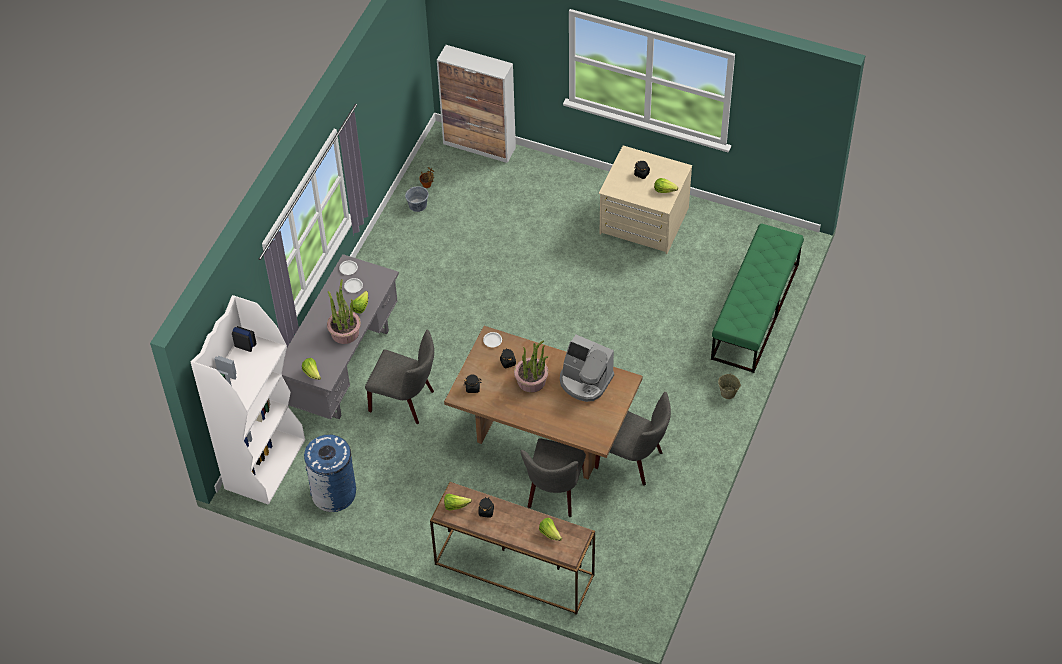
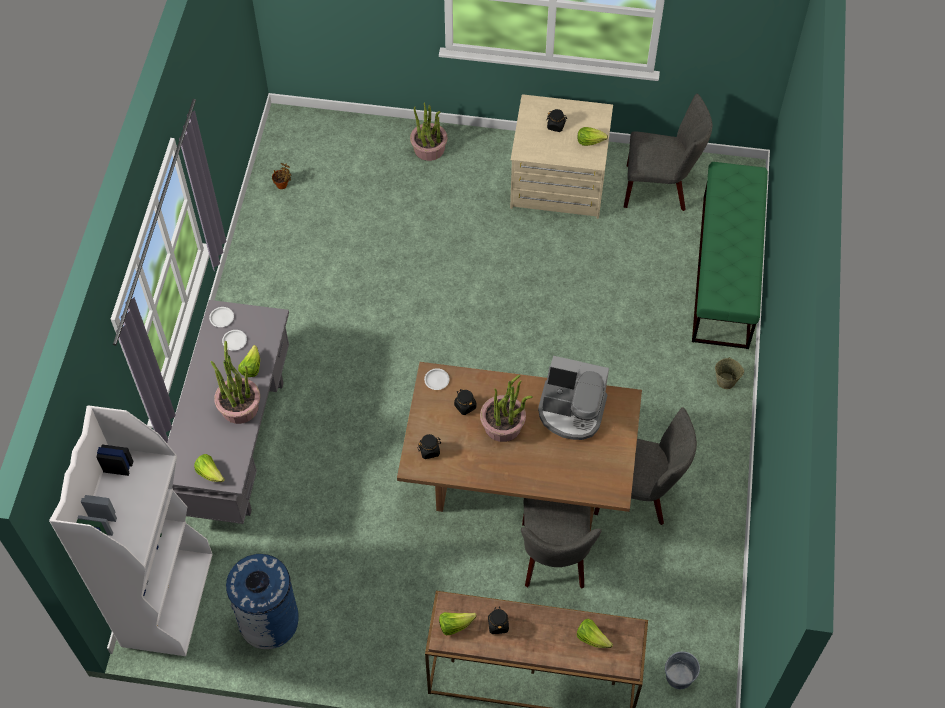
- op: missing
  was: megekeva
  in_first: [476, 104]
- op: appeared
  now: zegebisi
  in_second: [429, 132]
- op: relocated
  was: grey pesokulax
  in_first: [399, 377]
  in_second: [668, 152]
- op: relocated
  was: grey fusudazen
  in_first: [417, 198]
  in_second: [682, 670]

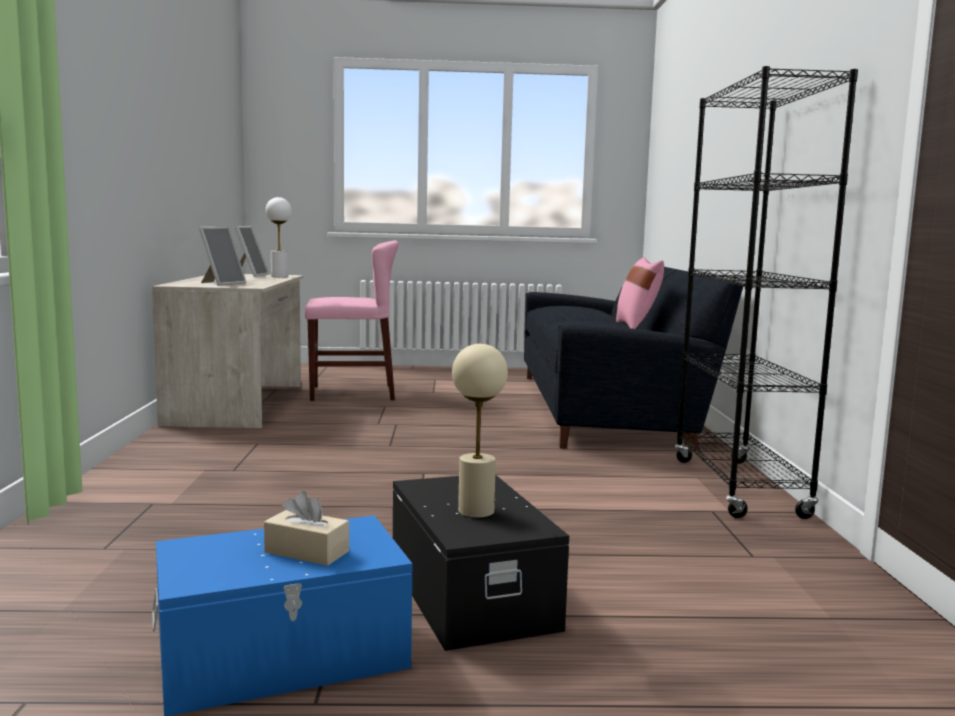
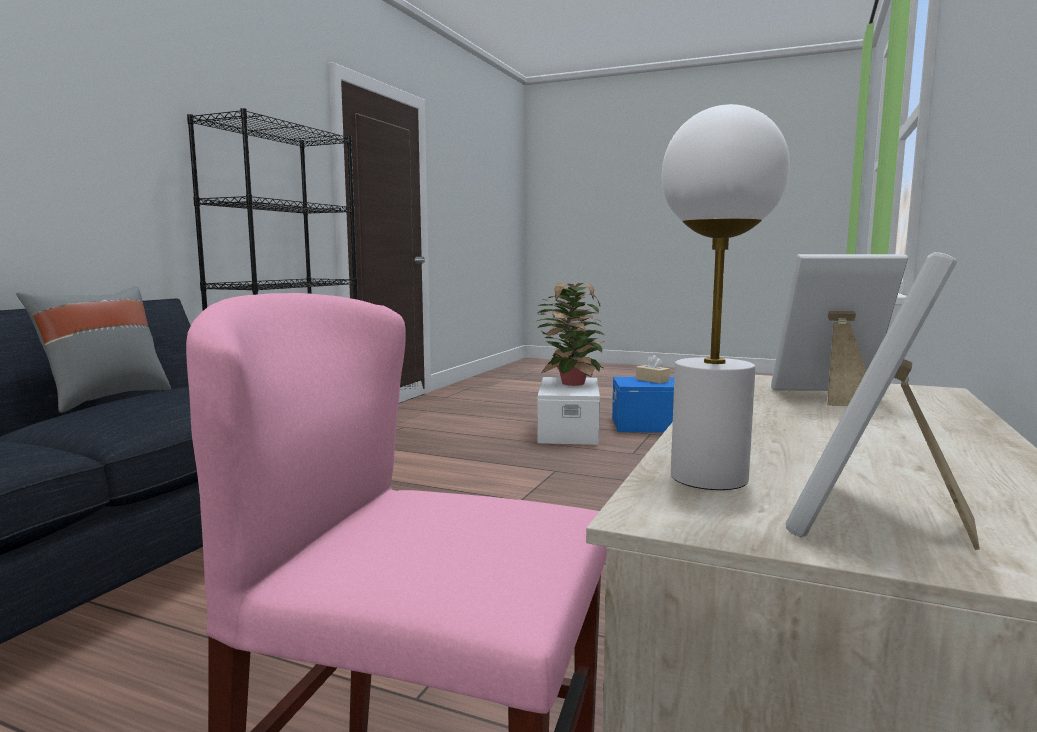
- op: exchanged
  was: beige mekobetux
  now: zegebisi
  in_first: [480, 431]
  in_second: [571, 334]
- op: colour
  was: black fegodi
  now: white fegodi
  in_first: [481, 563]
  in_second: [568, 411]
- op: colour
  was: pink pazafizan
  now: grey pazafizan
  in_first: [640, 293]
  in_second: [93, 349]
- op: spun
  was: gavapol
  in_first: [222, 256]
  in_second: [839, 330]
  clockwise: 45

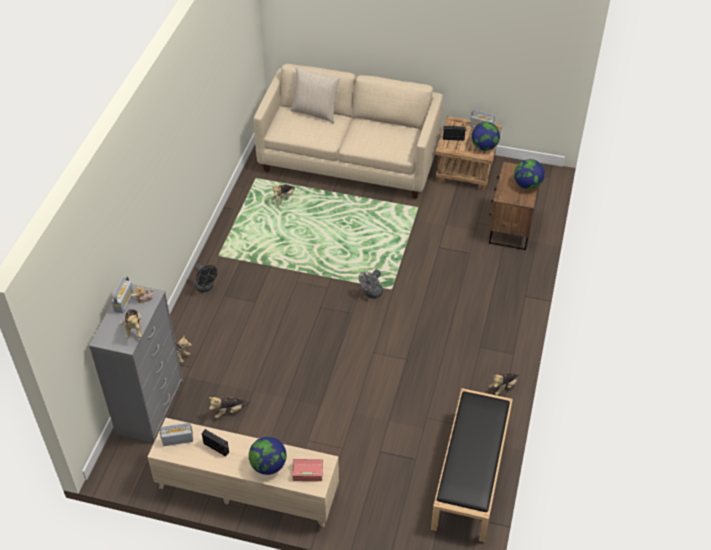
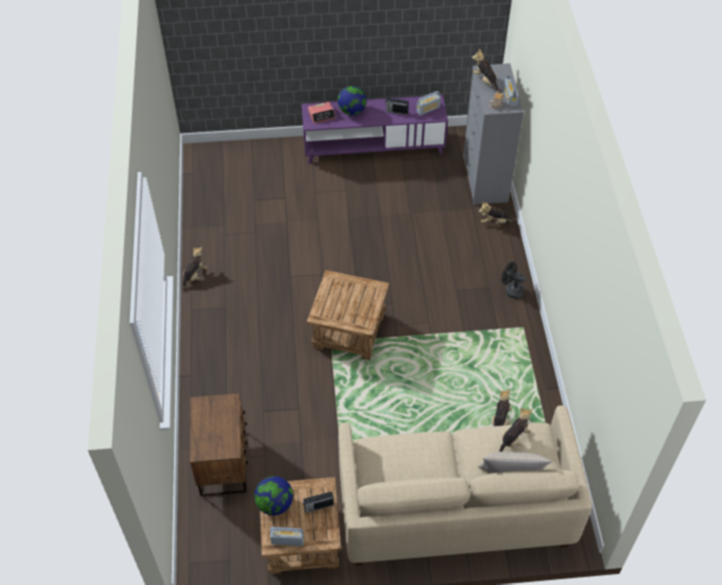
- op: missing
  was: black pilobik
  in_first: [472, 465]
- op: missing
  was: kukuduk
  in_first: [529, 174]
- op: relocated
  was: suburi
  in_first: [229, 407]
  in_second: [515, 430]
- op: exchanged
  was: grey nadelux
  now: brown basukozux
  in_first: [371, 284]
  in_second: [348, 315]
- op: colour
  was: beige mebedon
  now: purple mebedon
  in_first: [243, 472]
  in_second: [375, 129]

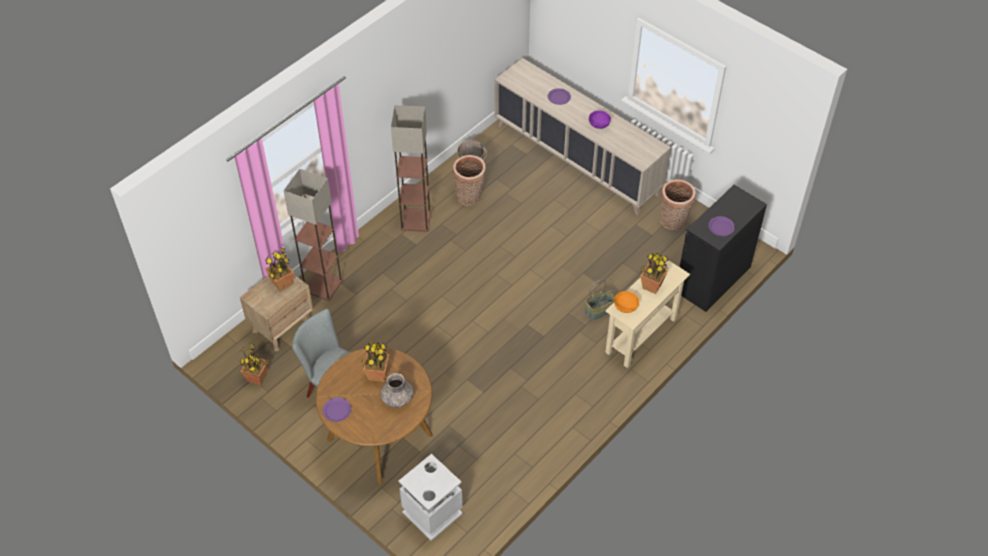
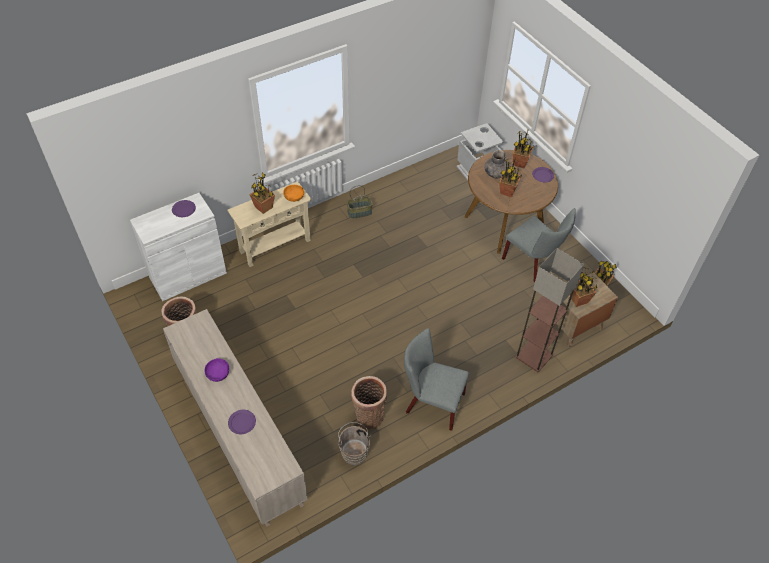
- op: appeared
  now: zegebisi
  in_second: [523, 149]
- op: relocated
  was: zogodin
  in_first: [600, 299]
  in_second: [360, 202]
- op: exchanged
  was: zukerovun
  now: grey pesokulax
  in_first: [411, 168]
  in_second: [436, 379]
- op: colour
  was: black megekeva
  now: white megekeva
  in_first: [723, 248]
  in_second: [178, 247]

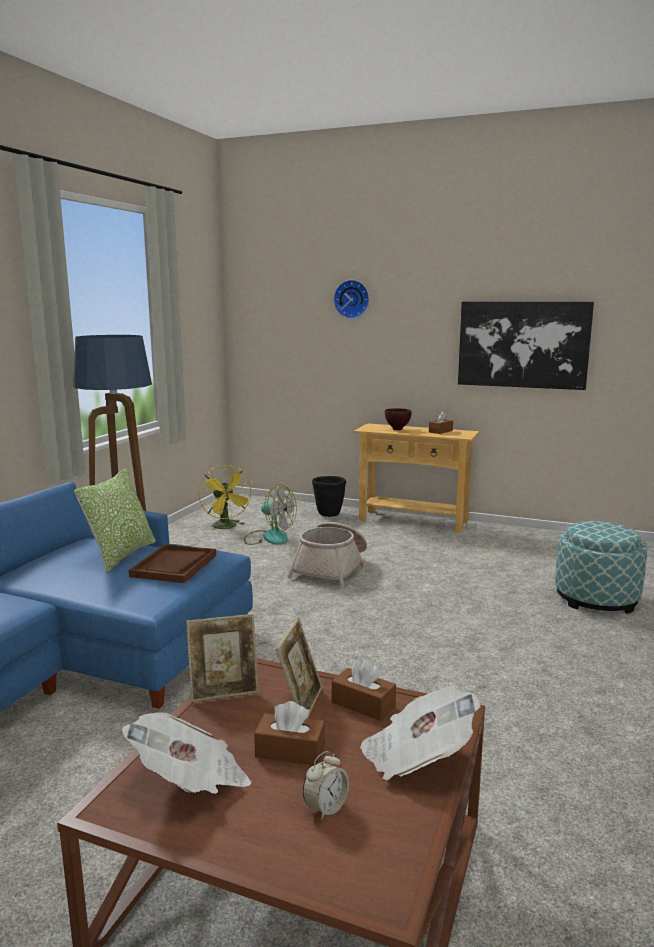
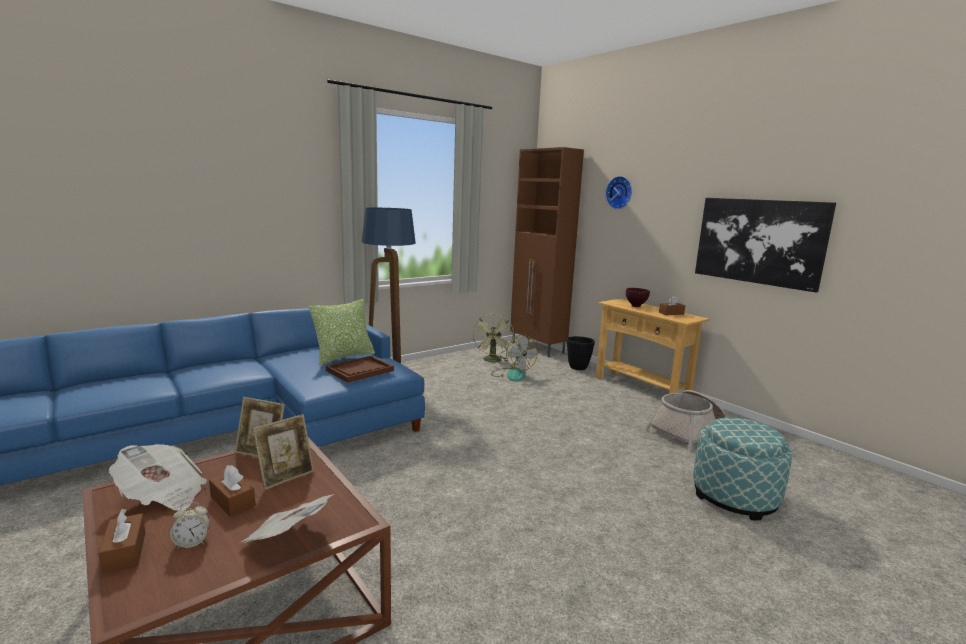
- op: appeared
  now: brown megekeva
  in_second: [547, 252]
- op: relocated
  was: zogodin
  in_first: [327, 554]
  in_second: [686, 420]
- op: relocated
  was: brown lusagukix
  in_first: [364, 690]
  in_second: [122, 541]
- op: colour
  was: yellow nadelux
  now: green nadelux
  in_first: [225, 498]
  in_second: [493, 337]

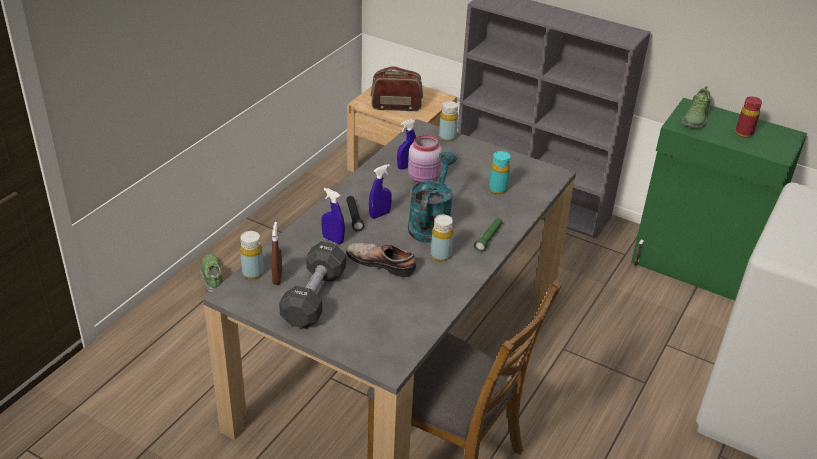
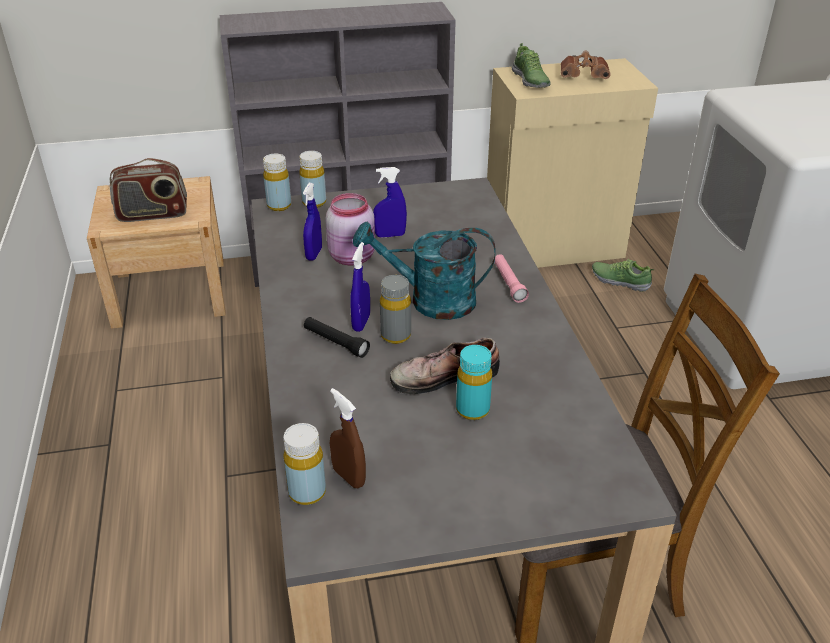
- op: missing
  was: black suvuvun
  in_first: [312, 285]
- op: appeared
  now: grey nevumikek
  in_second: [395, 309]
- op: relocated
  was: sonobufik
  in_first: [211, 273]
  in_second: [623, 275]
- op: relocated
  was: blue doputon
  in_first: [333, 216]
  in_second: [390, 202]
- op: relocated
  was: yellow nevumikek
  in_first: [442, 238]
  in_second: [277, 182]
- op: relocated
  was: turquoise nevumikek
  in_first: [500, 172]
  in_second: [474, 382]
- op: exchanged
  was: red nevumikek
  now: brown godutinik
  in_first: [748, 117]
  in_second: [585, 65]
- op: colour
  was: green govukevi
  now: pink govukevi
  in_first: [488, 235]
  in_second: [511, 278]
- op: colour
  was: green megekeva
  now: beige megekeva
  in_first: [719, 199]
  in_second: [572, 163]
- op: spun
  was: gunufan
  in_first: [397, 88]
  in_second: [148, 190]
  clockwise: -150
- op: spun
  was: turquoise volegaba
  in_first: [432, 197]
  in_second: [424, 270]
  clockwise: -60

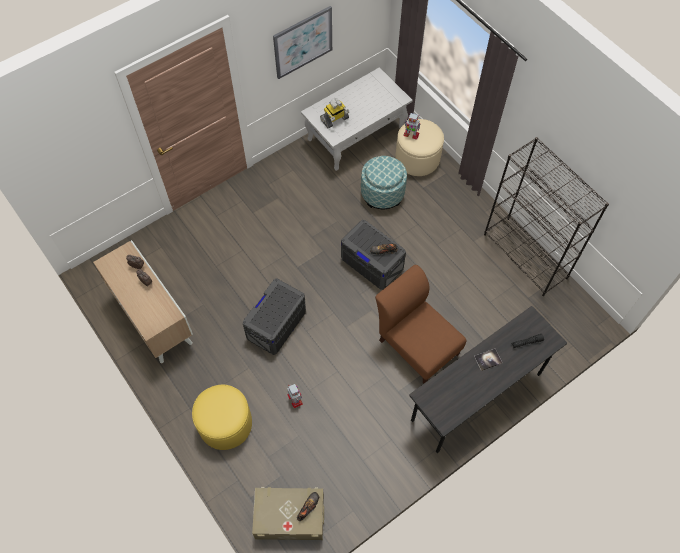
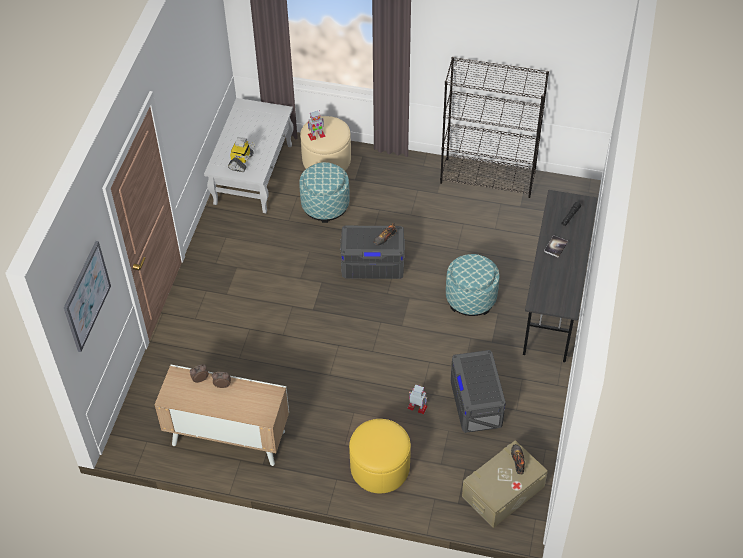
- op: relocated
  was: grey fegodi
  in_first: [274, 316]
  in_second: [478, 391]
- op: relocated
  was: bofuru
  in_first: [302, 42]
  in_second: [87, 296]
- op: exchanged
  was: brown pesokulax
  now: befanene
  in_first: [421, 324]
  in_second: [472, 285]

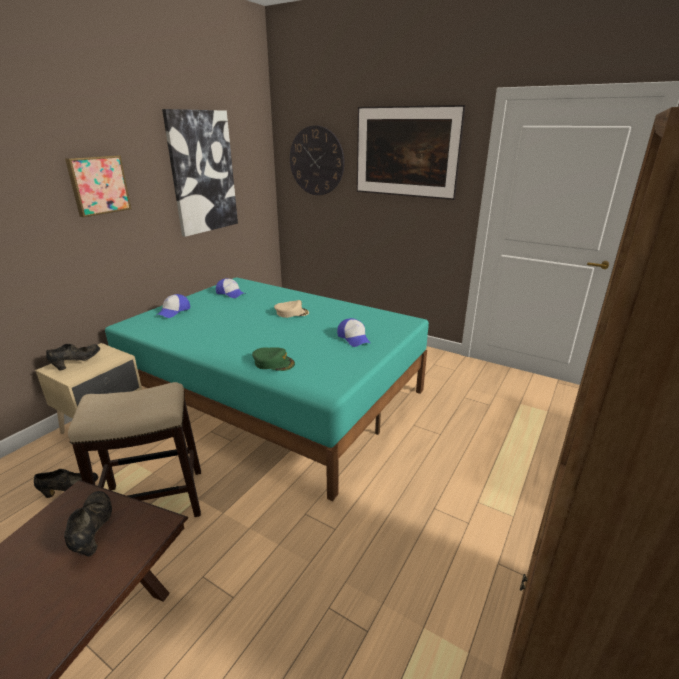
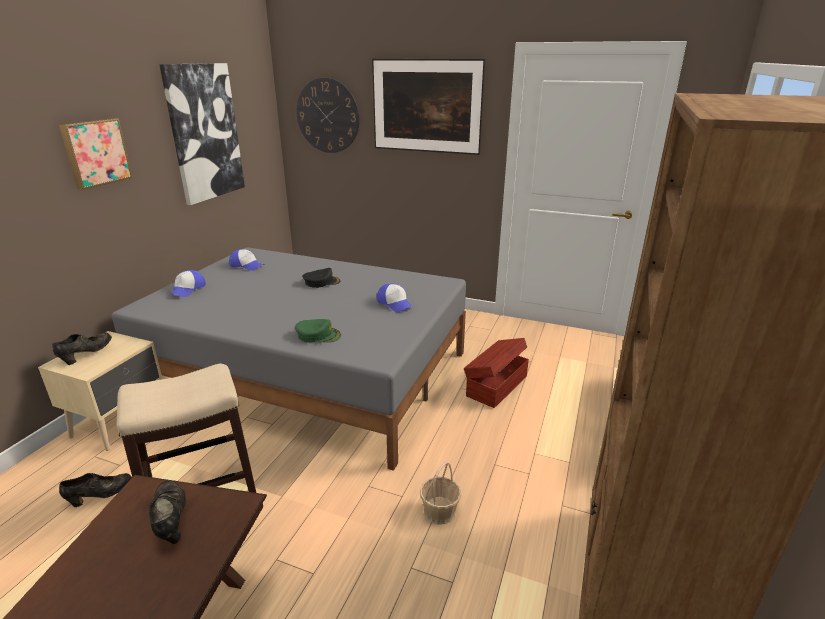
- op: appeared
  now: zogodin
  in_second: [440, 492]
- op: appeared
  now: brown fegodi
  in_second: [496, 373]
- op: colour
  was: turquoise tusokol
  now: grey tusokol
  in_first: [267, 389]
  in_second: [289, 359]
- op: colour
  was: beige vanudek
  now: black vanudek
  in_first: [291, 309]
  in_second: [321, 278]

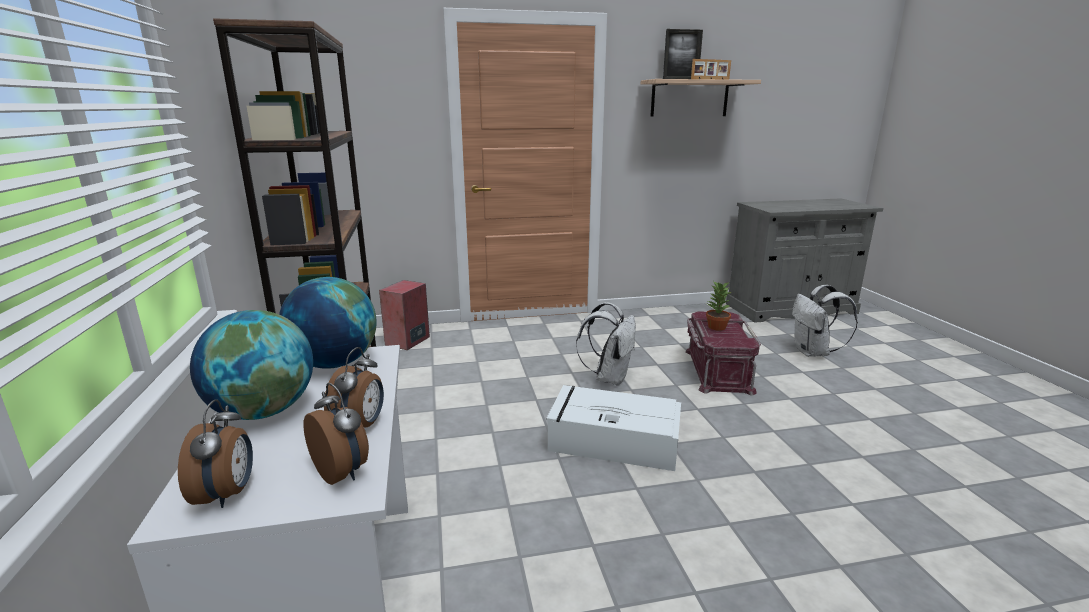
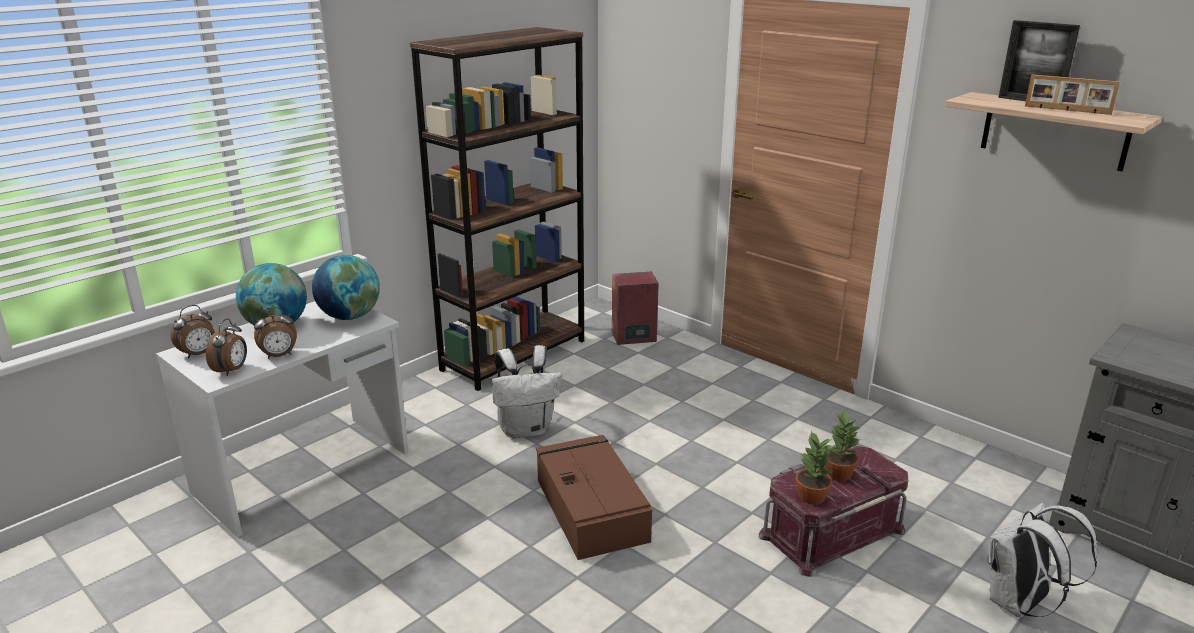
- op: appeared
  now: zegebisi
  in_second: [814, 468]
- op: relocated
  was: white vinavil
  in_first: [606, 344]
  in_second: [527, 392]
- op: colour
  was: white fegodi
  now: brown fegodi
  in_first: [614, 428]
  in_second: [594, 497]

